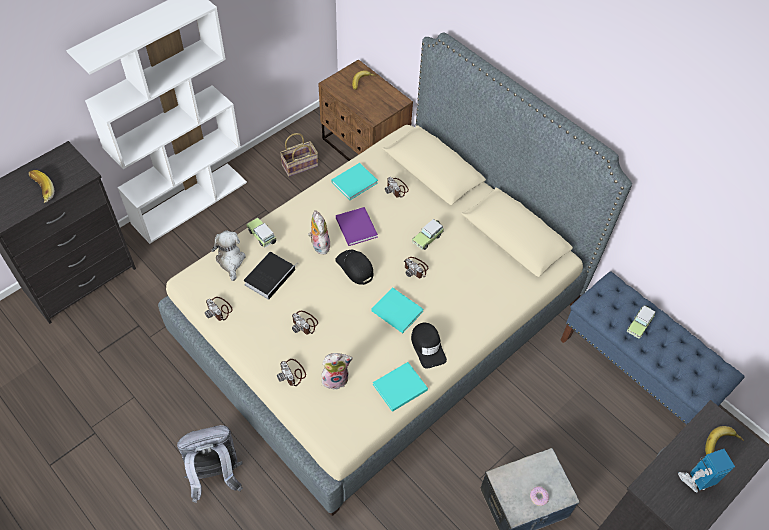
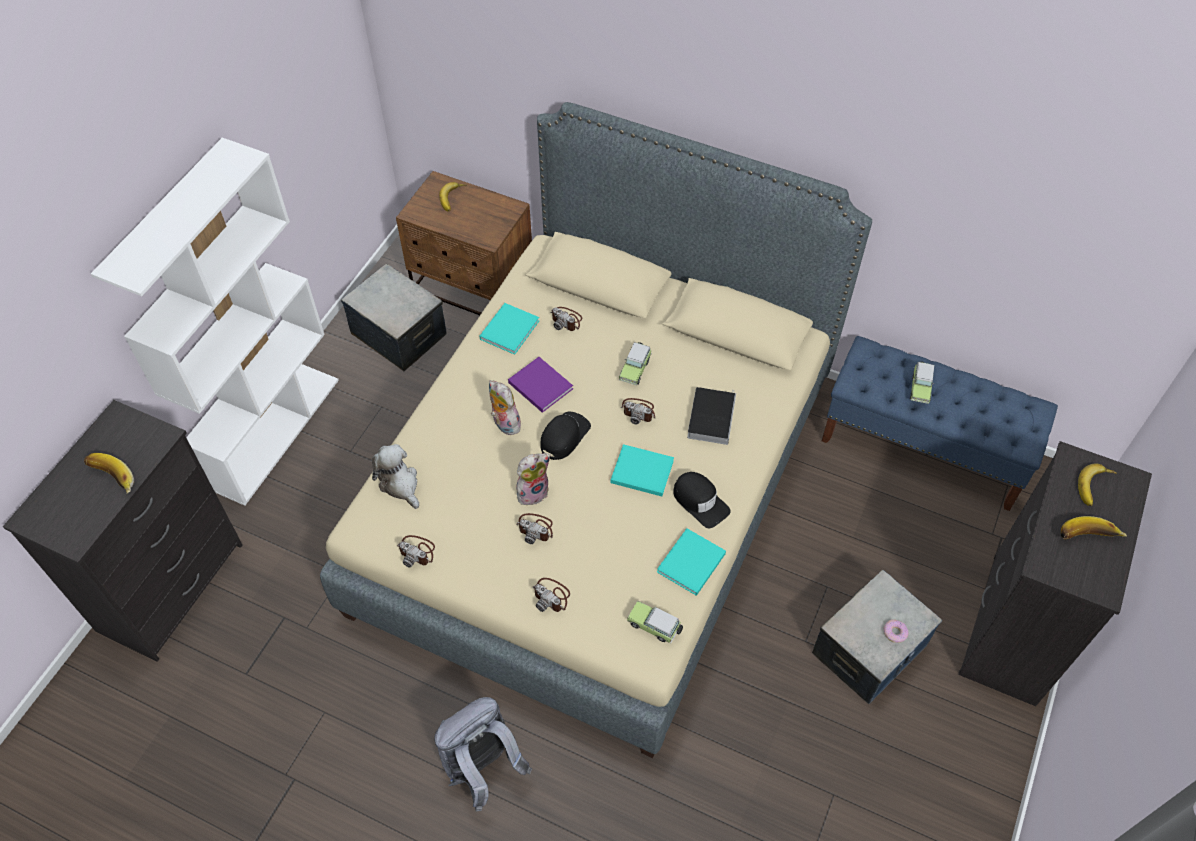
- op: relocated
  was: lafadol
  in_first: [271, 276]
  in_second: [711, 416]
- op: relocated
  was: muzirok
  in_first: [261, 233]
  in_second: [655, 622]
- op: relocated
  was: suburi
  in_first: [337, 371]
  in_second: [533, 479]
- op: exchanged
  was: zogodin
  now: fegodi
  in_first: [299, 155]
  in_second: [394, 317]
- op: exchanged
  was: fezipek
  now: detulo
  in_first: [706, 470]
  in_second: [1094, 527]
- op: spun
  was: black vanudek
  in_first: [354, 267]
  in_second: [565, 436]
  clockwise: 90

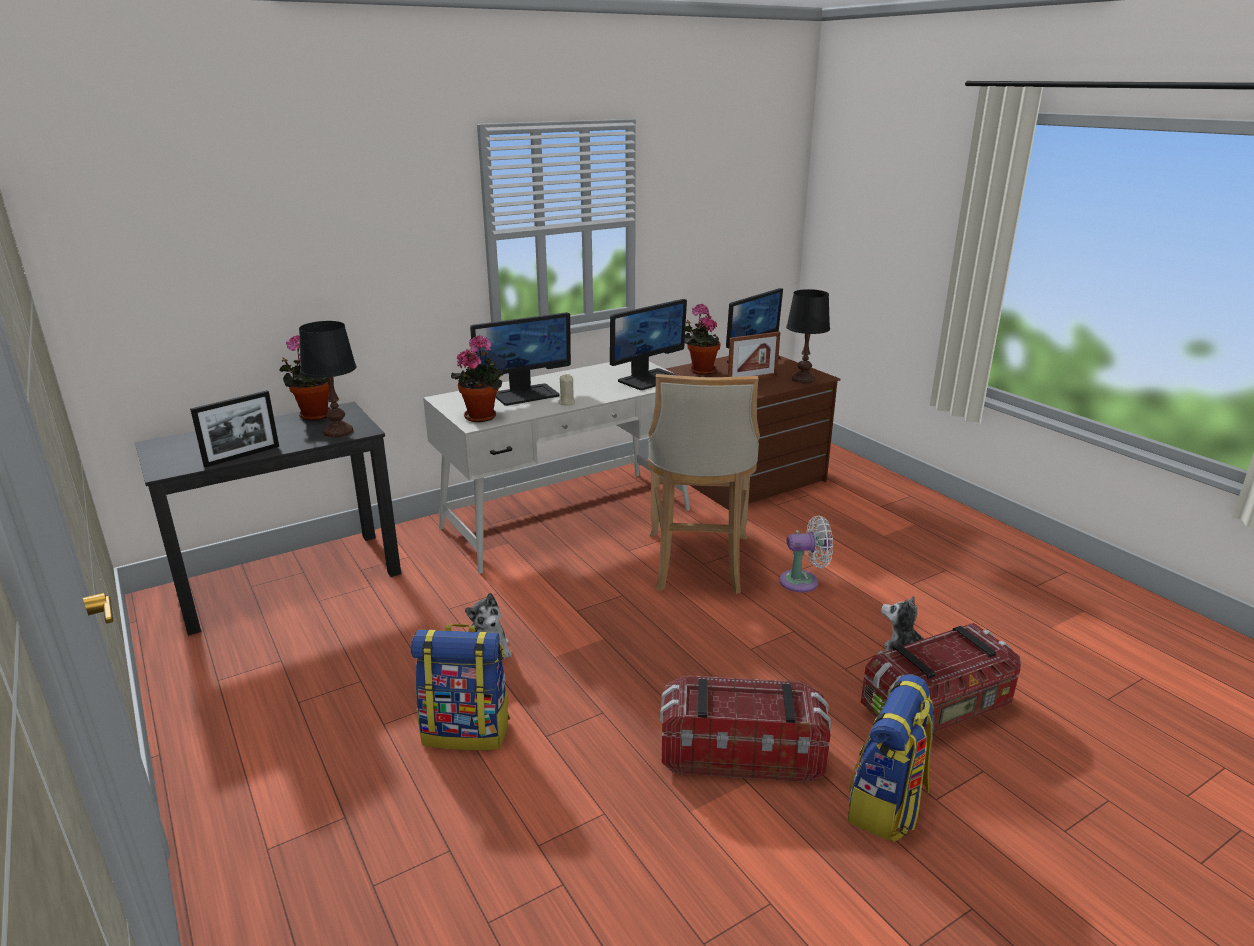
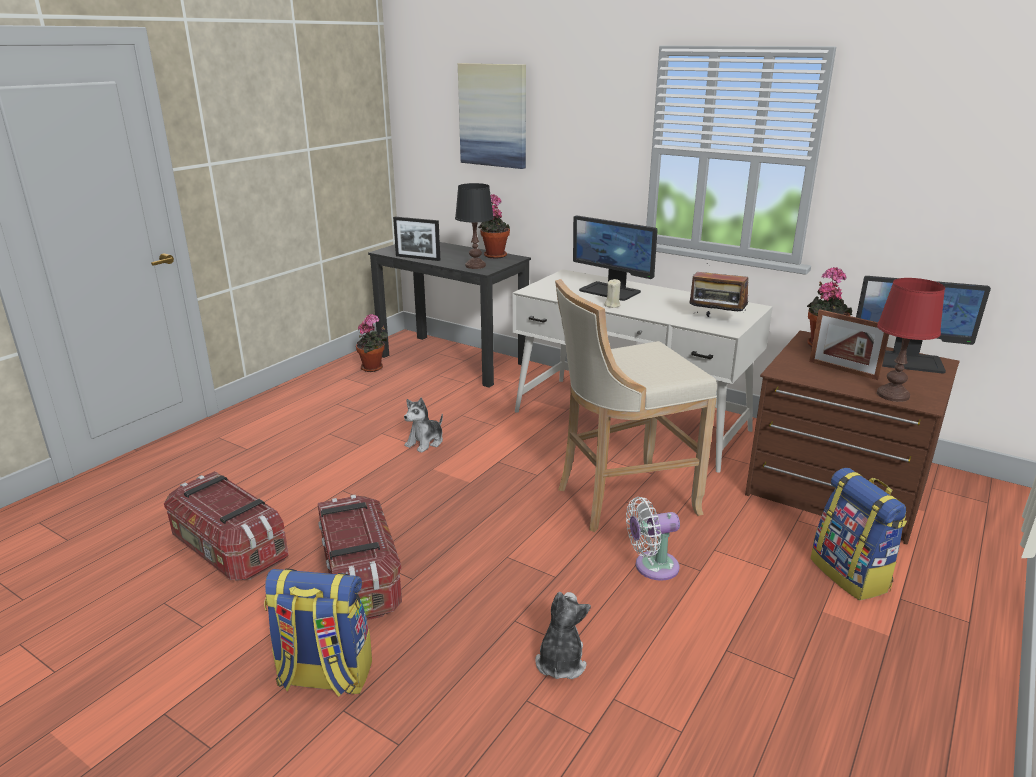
- op: appeared
  now: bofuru
  in_second: [492, 116]
- op: relocated
  was: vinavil
  in_first: [460, 687]
  in_second: [858, 534]
- op: relocated
  was: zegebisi
  in_first: [477, 378]
  in_second: [372, 343]
- op: relocated
  was: fegodi
  in_first: [941, 678]
  in_second: [226, 525]
- op: exchanged
  was: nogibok
  now: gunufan
  in_first: [648, 344]
  in_second: [718, 290]
- op: colour
  was: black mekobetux
  now: red mekobetux
  in_first: [808, 336]
  in_second: [911, 340]
- op: spun
  was: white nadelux
  in_first: [806, 553]
  in_second: [653, 539]
  clockwise: 105

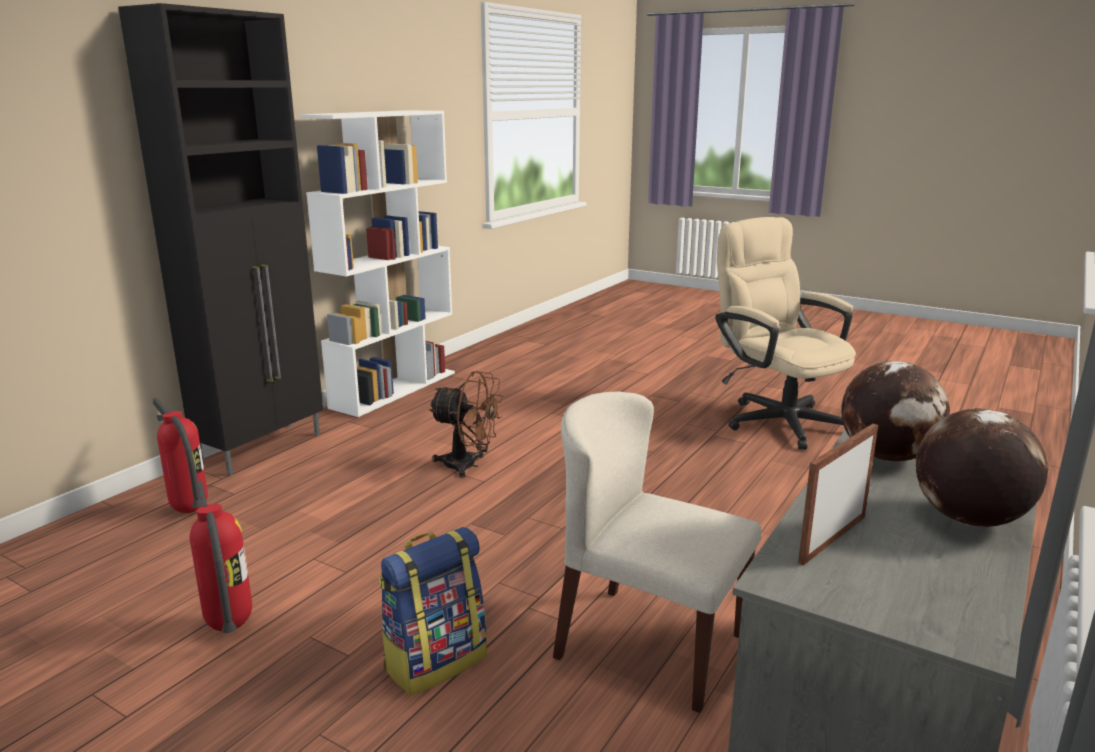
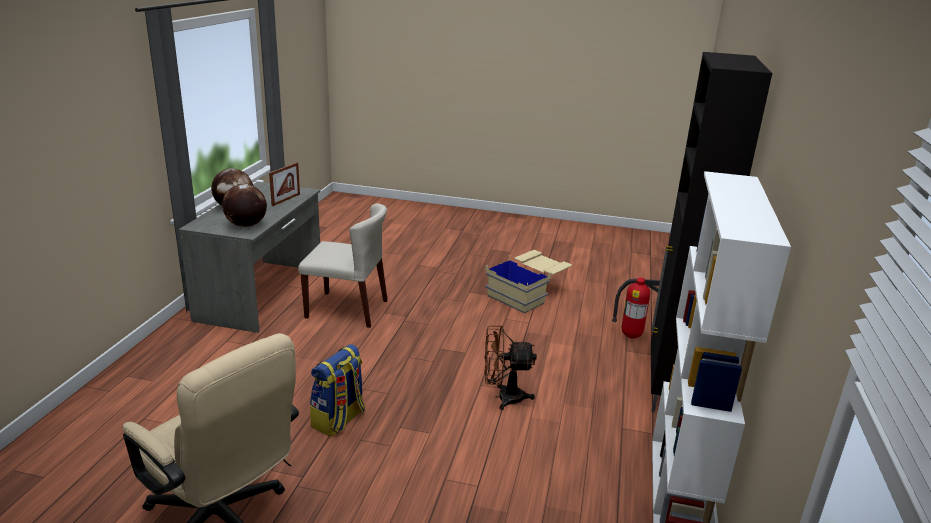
- op: relocated
  was: vinavil
  in_first: [433, 611]
  in_second: [337, 390]
- op: exchanged
  was: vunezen
  now: beige fegodi
  in_first: [221, 557]
  in_second: [528, 281]

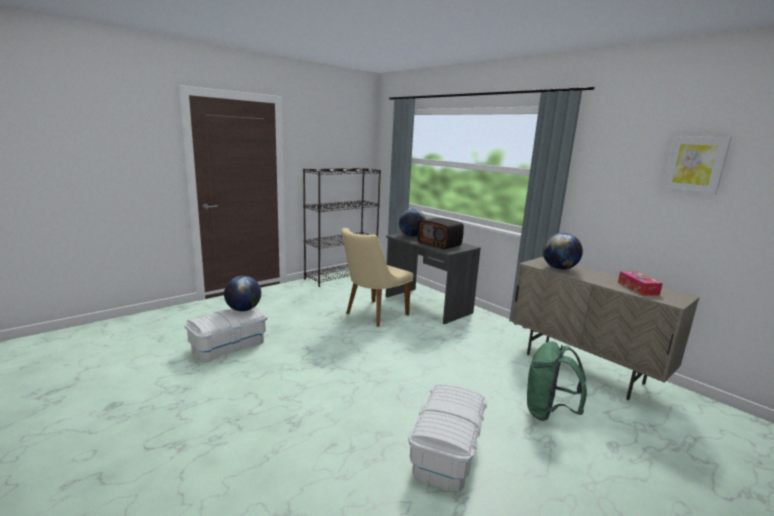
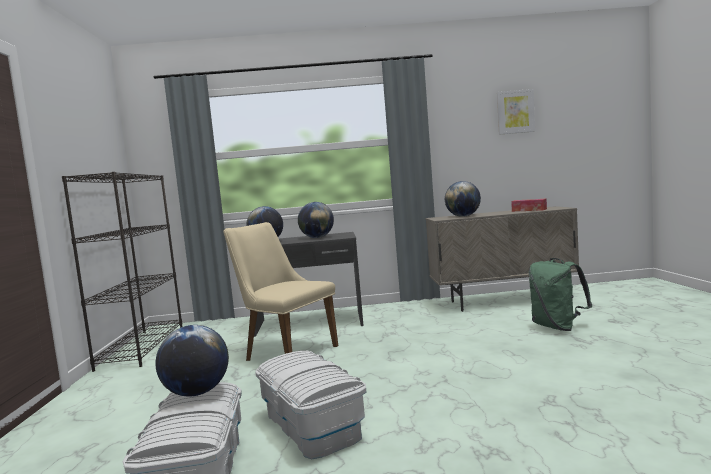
- op: relocated
  was: white fegodi
  in_first: [447, 438]
  in_second: [310, 405]
- op: exchanged
  was: gunufan
  now: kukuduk
  in_first: [440, 234]
  in_second: [316, 220]
- op: spun
  was: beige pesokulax
  in_first: [378, 277]
  in_second: [280, 291]
  clockwise: 135

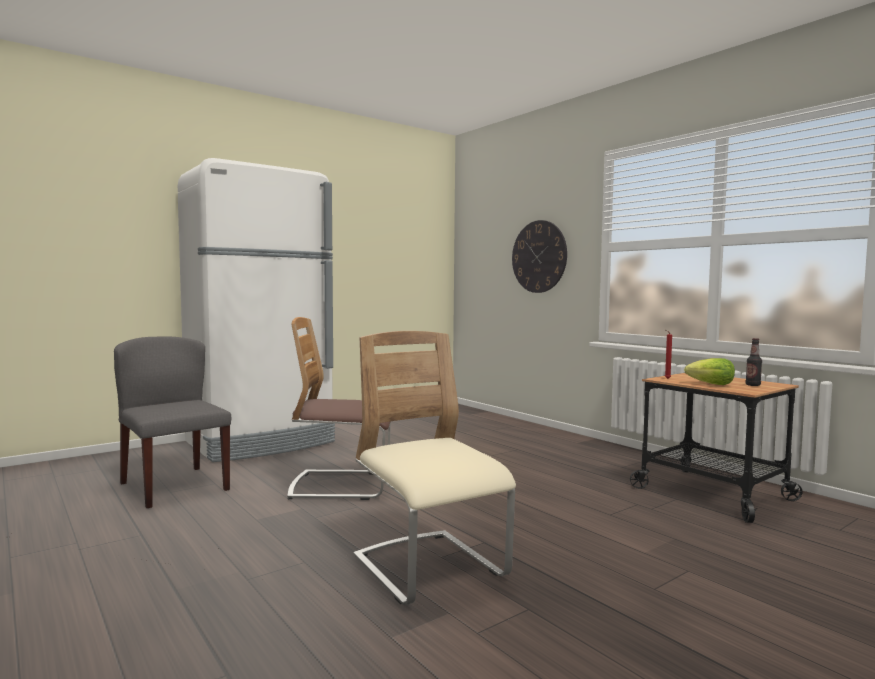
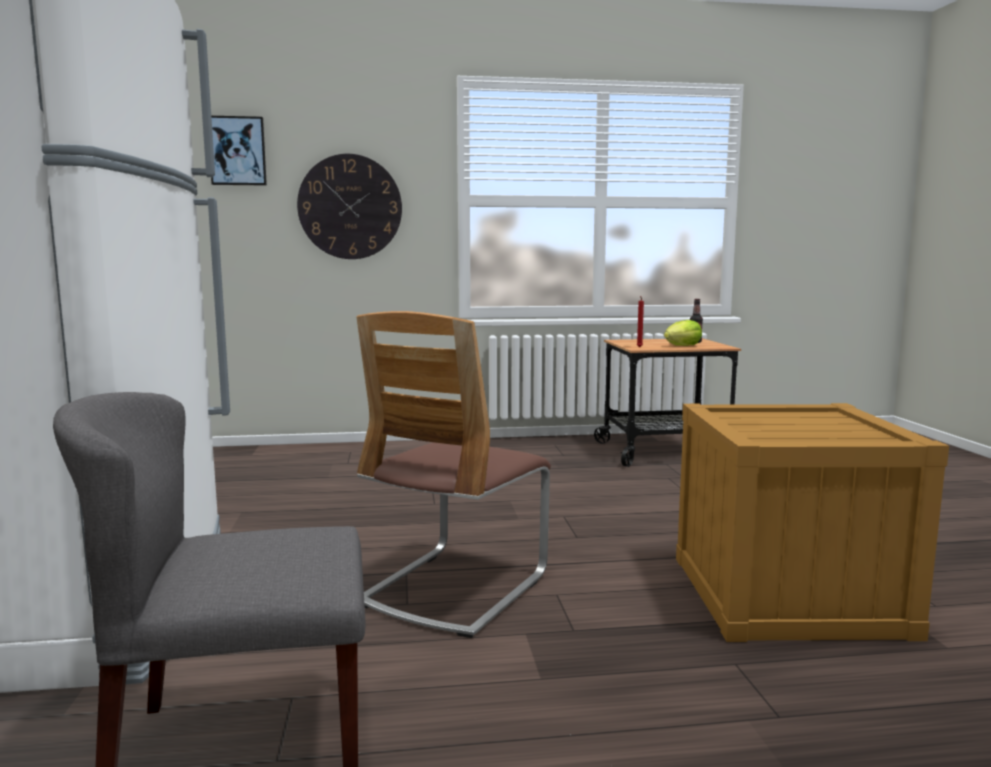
- op: appeared
  now: bofuru
  in_second: [239, 151]
- op: exchanged
  was: beige pesokulax
  now: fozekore
  in_first: [434, 468]
  in_second: [812, 522]

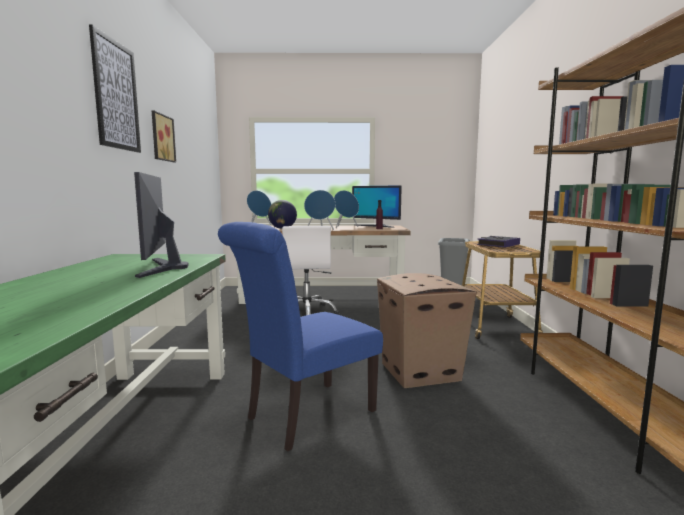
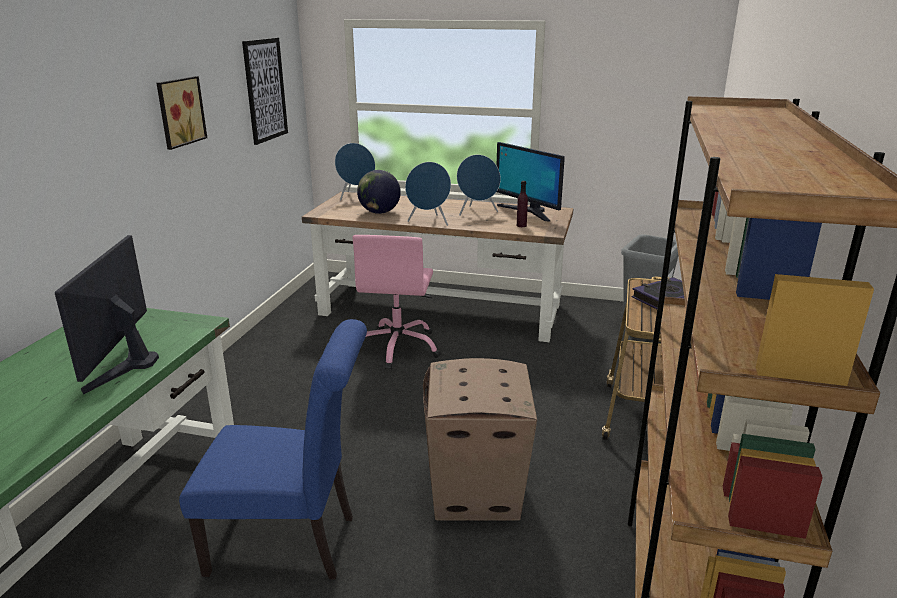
- op: relocated
  was: bofuru
  in_first: [115, 88]
  in_second: [265, 91]
- op: colour
  was: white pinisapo
  now: pink pinisapo
  in_first: [311, 270]
  in_second: [396, 302]
- op: spun
  was: blue pesokulax
  in_first: [300, 337]
  in_second: [273, 449]
  clockwise: -150

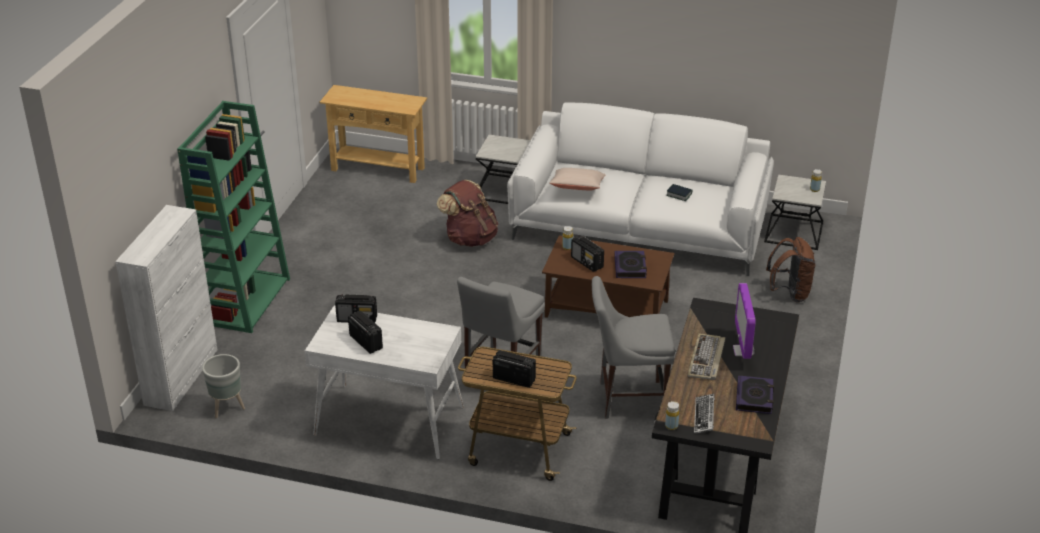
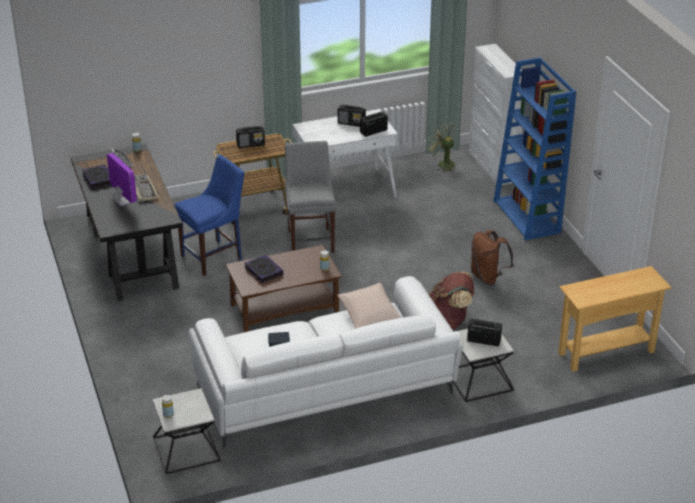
- op: relocated
  was: gunufan
  in_first: [587, 253]
  in_second: [484, 332]
- op: relocated
  was: brown vinavil
  in_first: [791, 269]
  in_second: [492, 257]
- op: exchanged
  was: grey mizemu
  now: green nadelux
  in_first: [223, 386]
  in_second: [441, 146]
- op: colour
  was: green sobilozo
  now: blue sobilozo
  in_first: [233, 217]
  in_second: [534, 148]
- op: colour
  was: grey pesokulax
  now: blue pesokulax
  in_first: [633, 347]
  in_second: [209, 215]

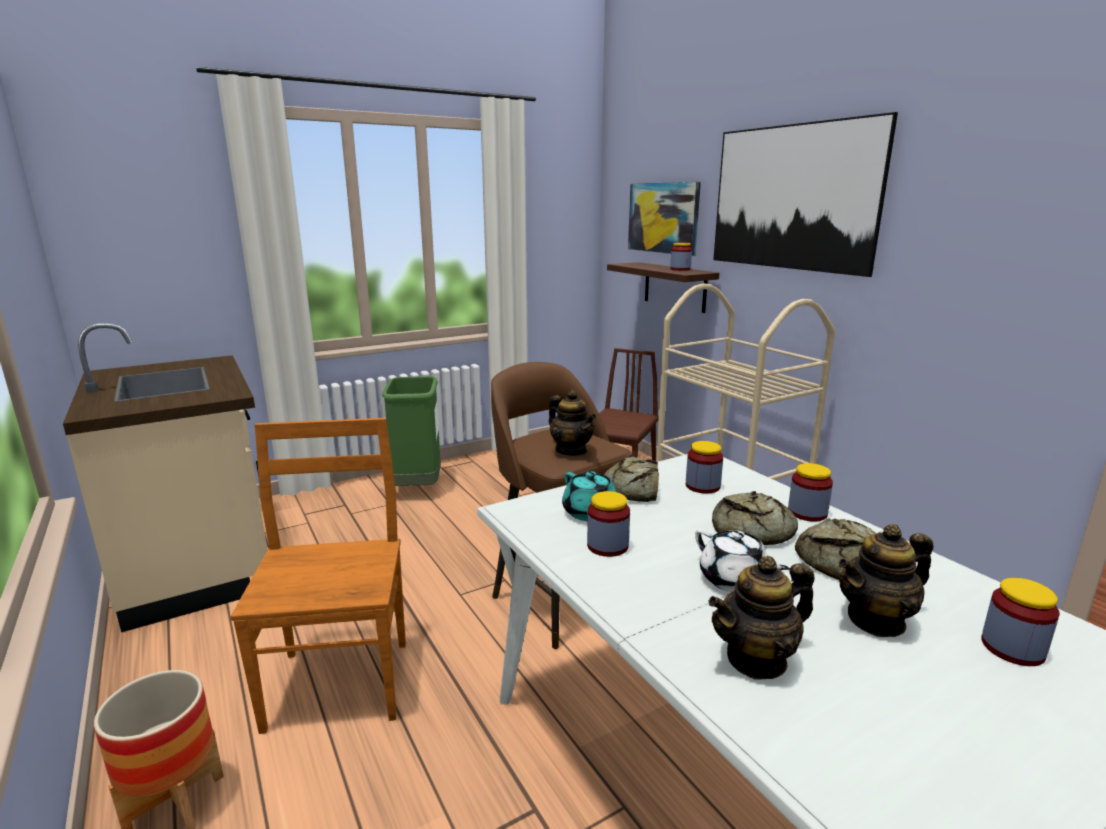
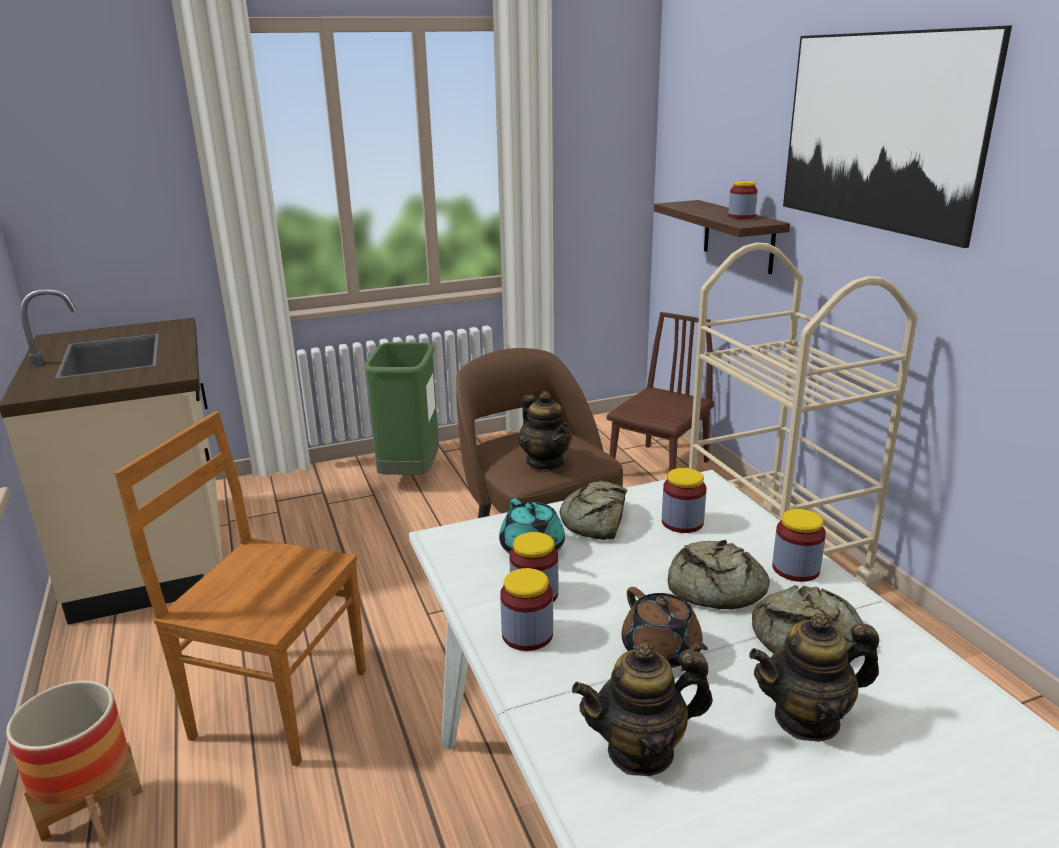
- op: missing
  was: bofuru
  in_first: [664, 219]
- op: relocated
  was: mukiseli
  in_first: [1020, 622]
  in_second: [526, 609]
- op: colour
  was: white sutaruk
  now: brown sutaruk
  in_first: [742, 560]
  in_second: [665, 627]
- op: spun
  was: brown pesokulax
  in_first: [318, 576]
  in_second: [240, 589]
  clockwise: -75

